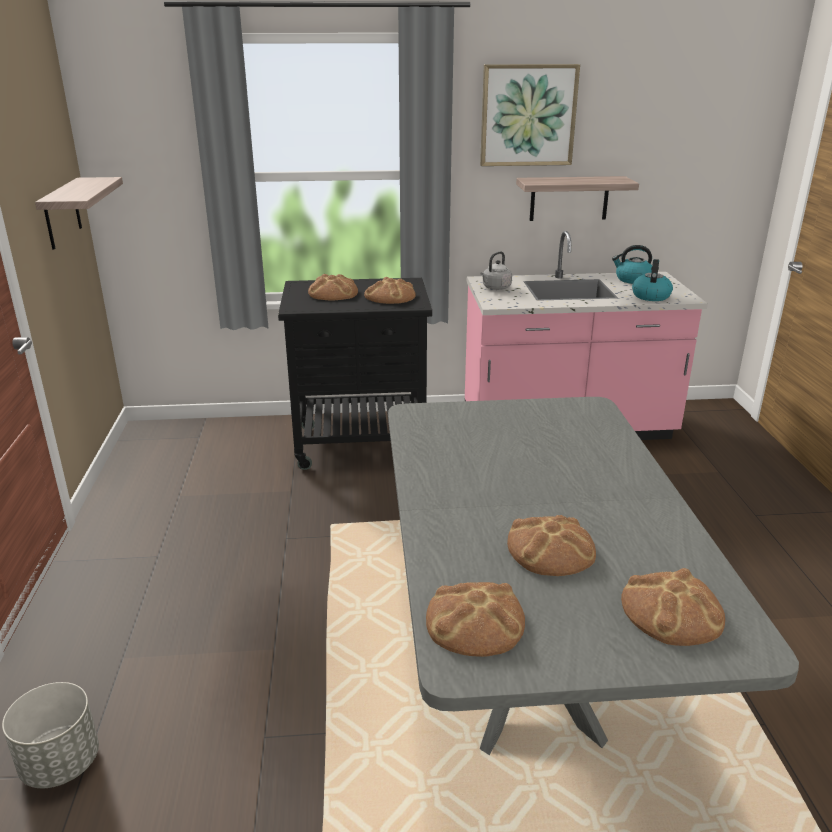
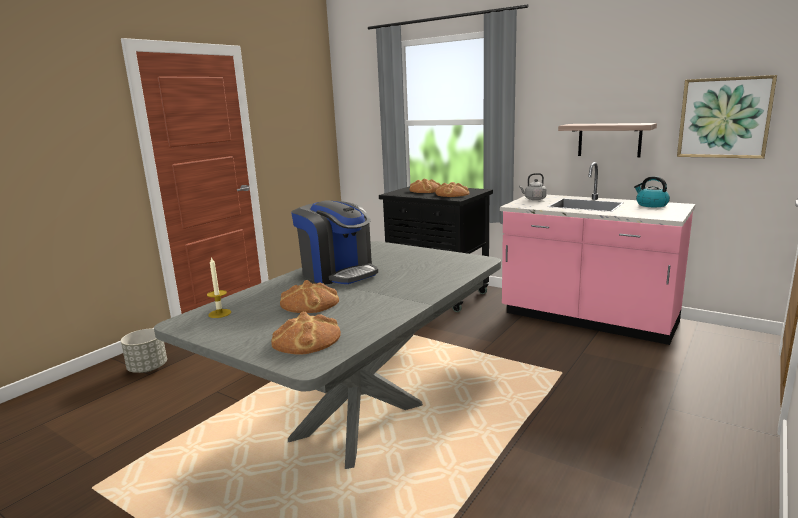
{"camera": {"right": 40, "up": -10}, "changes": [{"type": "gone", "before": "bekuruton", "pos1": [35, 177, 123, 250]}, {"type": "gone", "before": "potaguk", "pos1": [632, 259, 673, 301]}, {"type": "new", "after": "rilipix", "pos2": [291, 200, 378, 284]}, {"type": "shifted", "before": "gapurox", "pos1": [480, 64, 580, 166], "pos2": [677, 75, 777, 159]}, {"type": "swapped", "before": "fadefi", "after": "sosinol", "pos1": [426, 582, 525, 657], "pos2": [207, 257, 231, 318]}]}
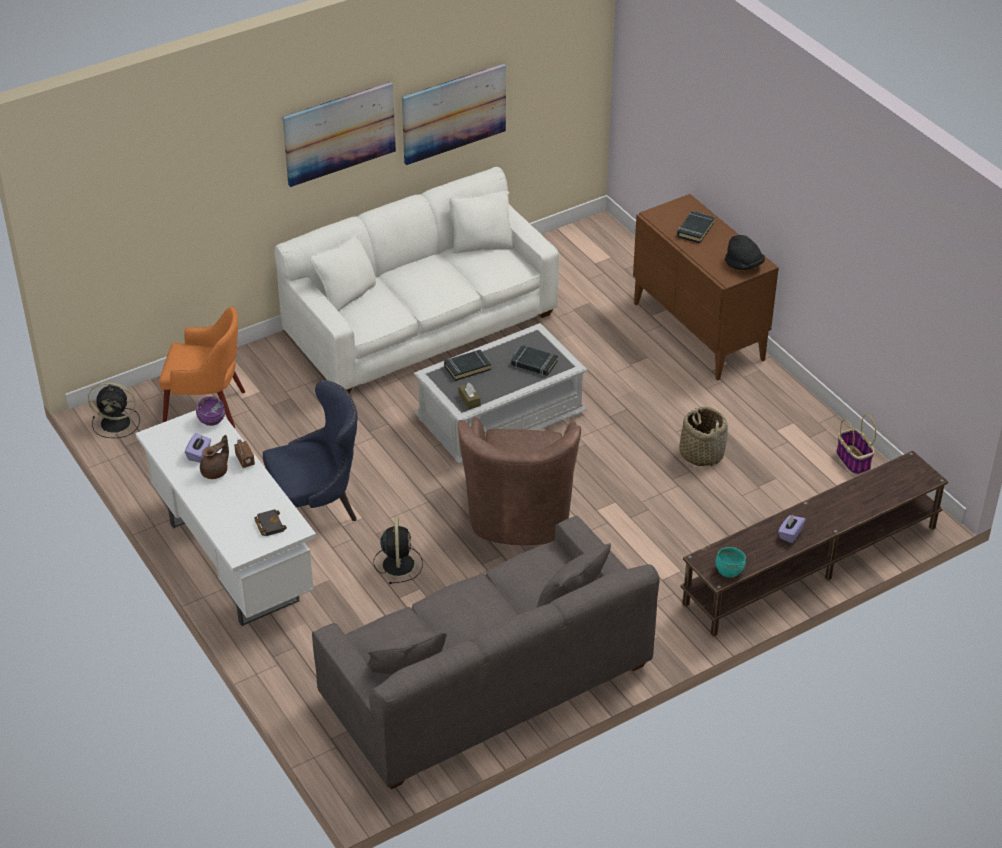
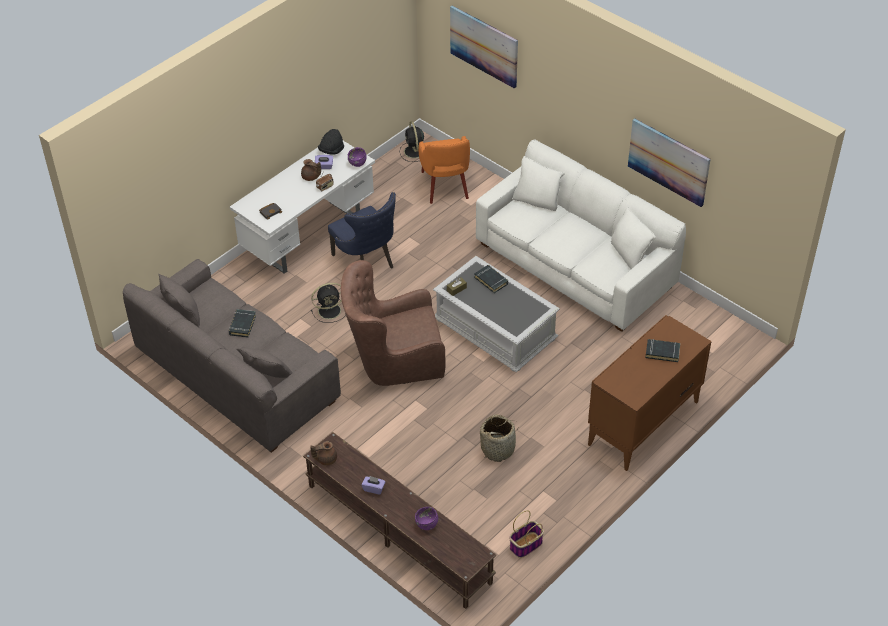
{"camera": {"right": 75, "up": 5}, "changes": [{"type": "new", "after": "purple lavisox", "pos2": [415, 507, 438, 530]}, {"type": "shifted", "before": "gapurox", "pos1": [282, 82, 396, 187], "pos2": [450, 5, 518, 89]}, {"type": "shifted", "before": "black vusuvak", "pos1": [511, 345, 558, 376], "pos2": [229, 309, 256, 337]}, {"type": "shifted", "before": "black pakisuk", "pos1": [725, 235, 765, 270], "pos2": [318, 129, 344, 155]}, {"type": "swapped", "before": "turquoise lavisox", "after": "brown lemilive", "pos1": [715, 547, 746, 578], "pos2": [310, 441, 337, 466]}]}
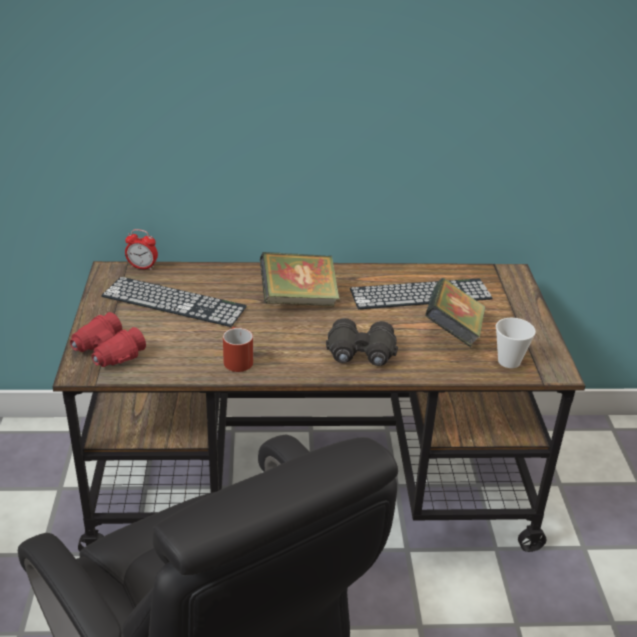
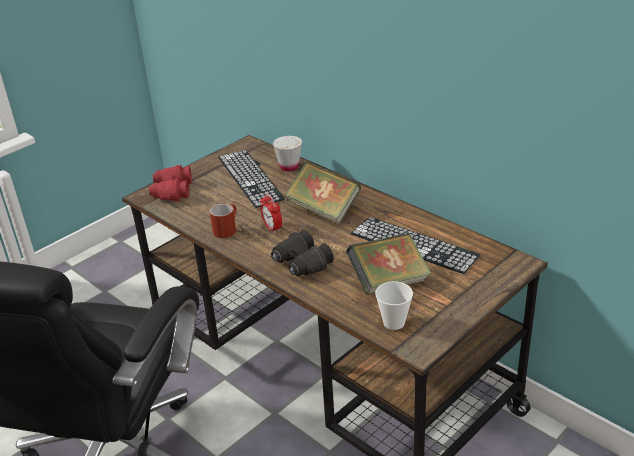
{"camera": {"right": 50, "up": 0}, "changes": [{"type": "new", "after": "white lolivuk", "pos2": [273, 136, 302, 172]}, {"type": "shifted", "before": "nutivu", "pos1": [125, 229, 158, 270], "pos2": [260, 193, 282, 233]}]}
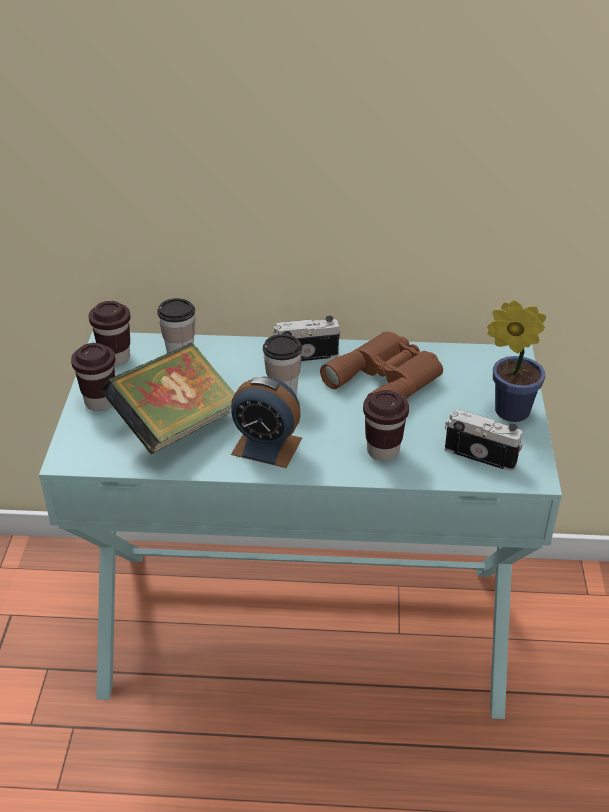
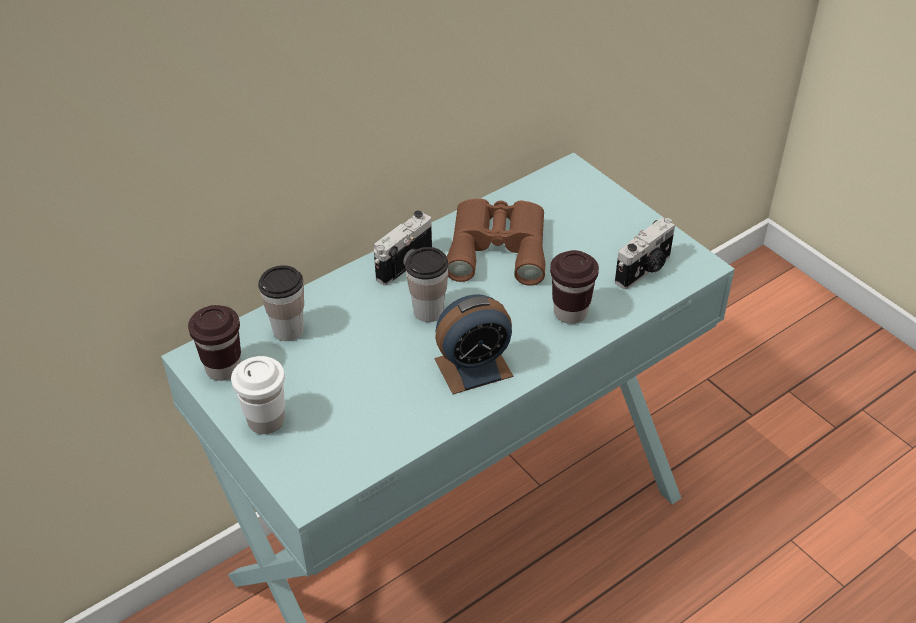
{"camera": {"right": -40, "up": 5}, "changes": [{"type": "gone", "before": "vusuvak", "pos1": [101, 343, 235, 454]}, {"type": "gone", "before": "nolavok", "pos1": [487, 300, 546, 422]}, {"type": "repainted", "before": "brown lolivuk", "after": "white lolivuk", "pos1": [71, 343, 115, 411], "pos2": [231, 356, 285, 434]}, {"type": "rotated", "before": "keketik", "pos1": [445, 409, 523, 471], "pos2": [615, 217, 675, 289], "turn": 150}]}
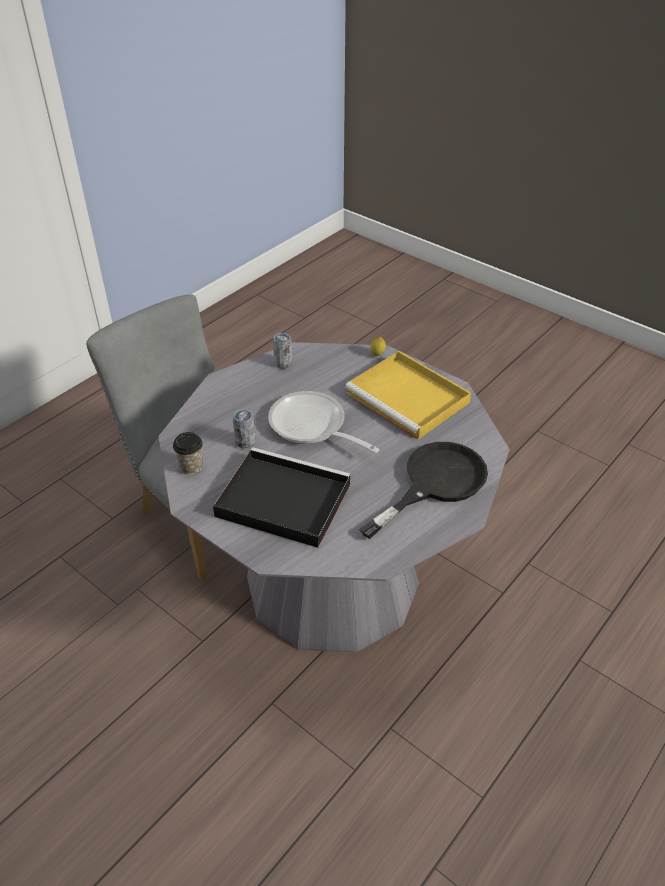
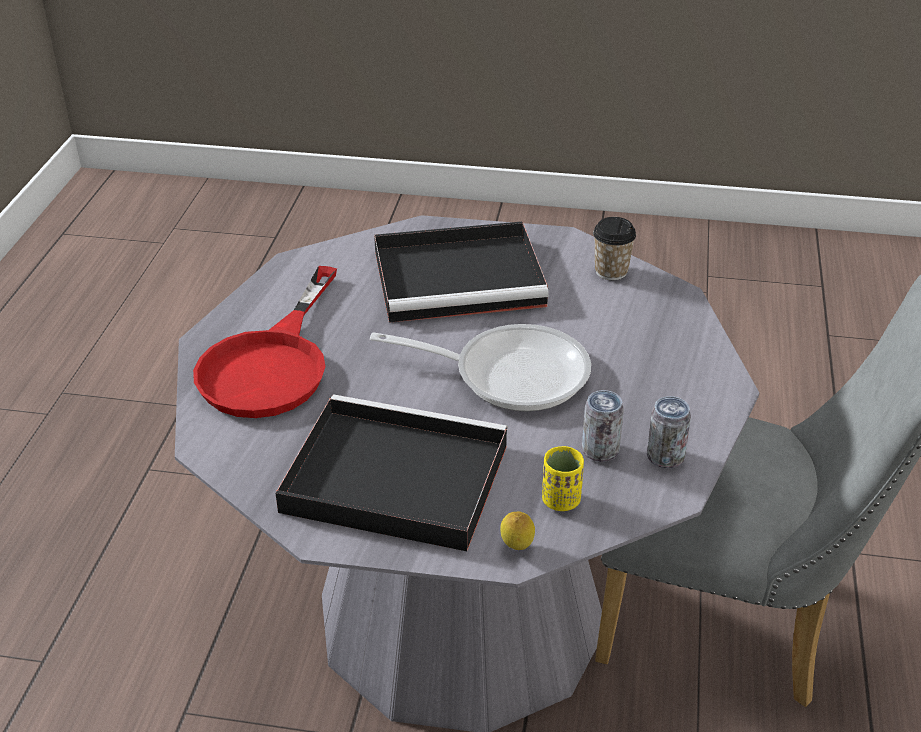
{"camera": {"right": 150, "up": -5}, "changes": [{"type": "new", "after": "yellow lolivuk", "pos2": [542, 446, 584, 511]}, {"type": "shifted", "before": "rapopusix", "pos1": [233, 409, 256, 448], "pos2": [582, 390, 624, 462]}, {"type": "repainted", "before": "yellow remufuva", "after": "black remufuva", "pos1": [345, 351, 471, 440], "pos2": [275, 394, 508, 551]}, {"type": "repainted", "before": "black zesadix", "after": "red zesadix", "pos1": [359, 442, 488, 539], "pos2": [193, 266, 337, 418]}]}
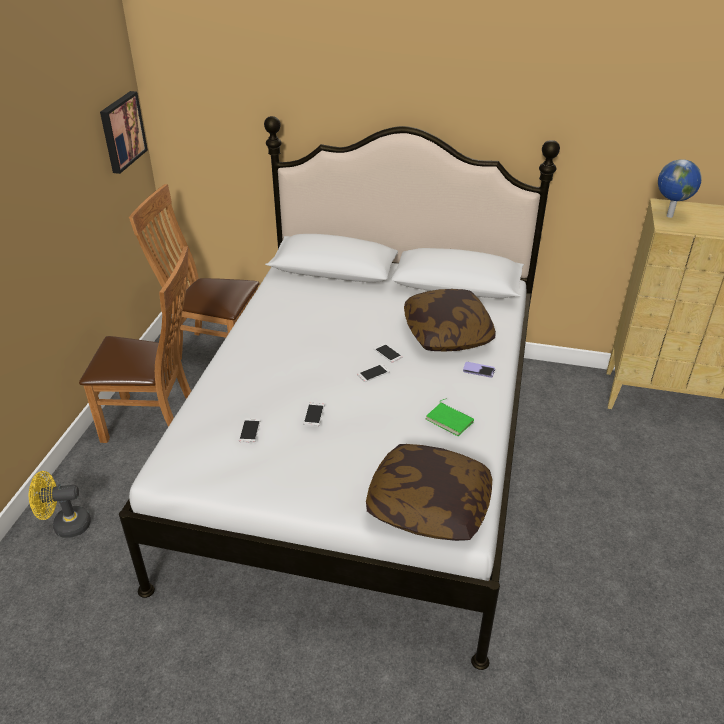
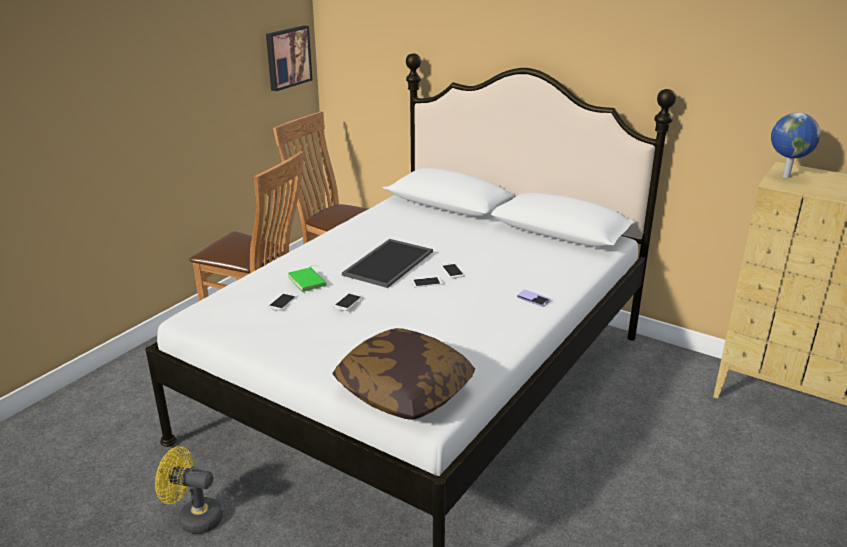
{"camera": {"right": 20, "up": -10}, "changes": [{"type": "gone", "before": "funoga", "pos1": [404, 289, 496, 351]}, {"type": "new", "after": "remufuva", "pos2": [342, 239, 433, 288]}, {"type": "shifted", "before": "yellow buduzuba", "pos1": [29, 471, 91, 538], "pos2": [155, 446, 223, 534]}, {"type": "shifted", "before": "green vusuvak", "pos1": [426, 399, 474, 436], "pos2": [288, 266, 327, 292]}]}
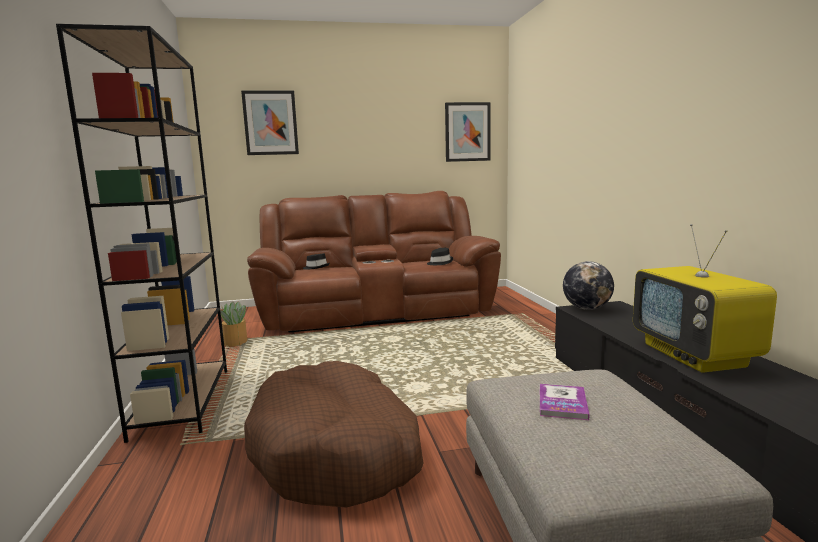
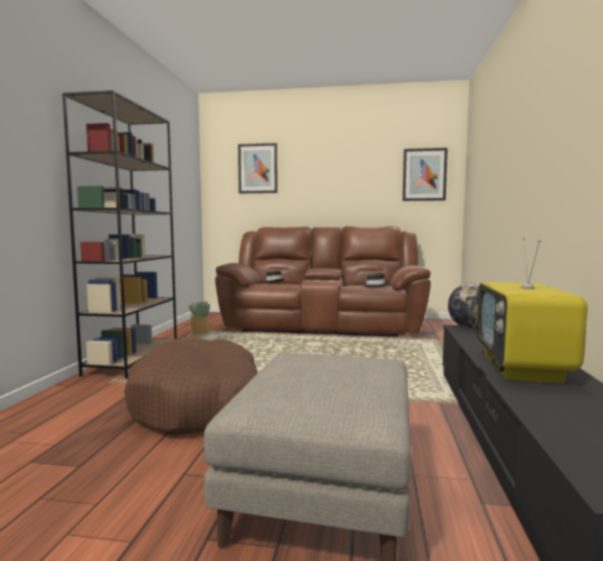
{"camera": {"right": 20, "up": -5}, "changes": [{"type": "gone", "before": "vusuvak", "pos1": [540, 384, 590, 420]}]}
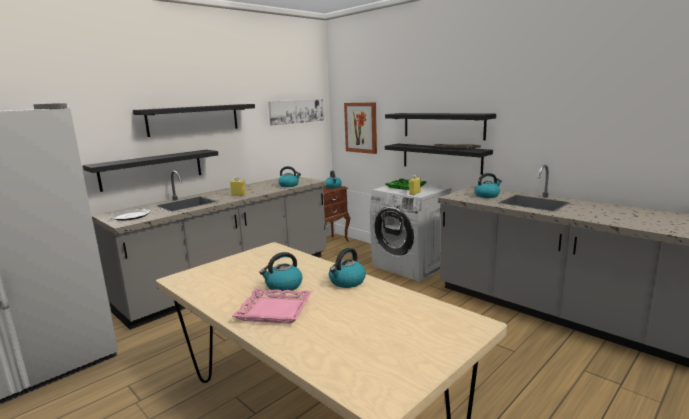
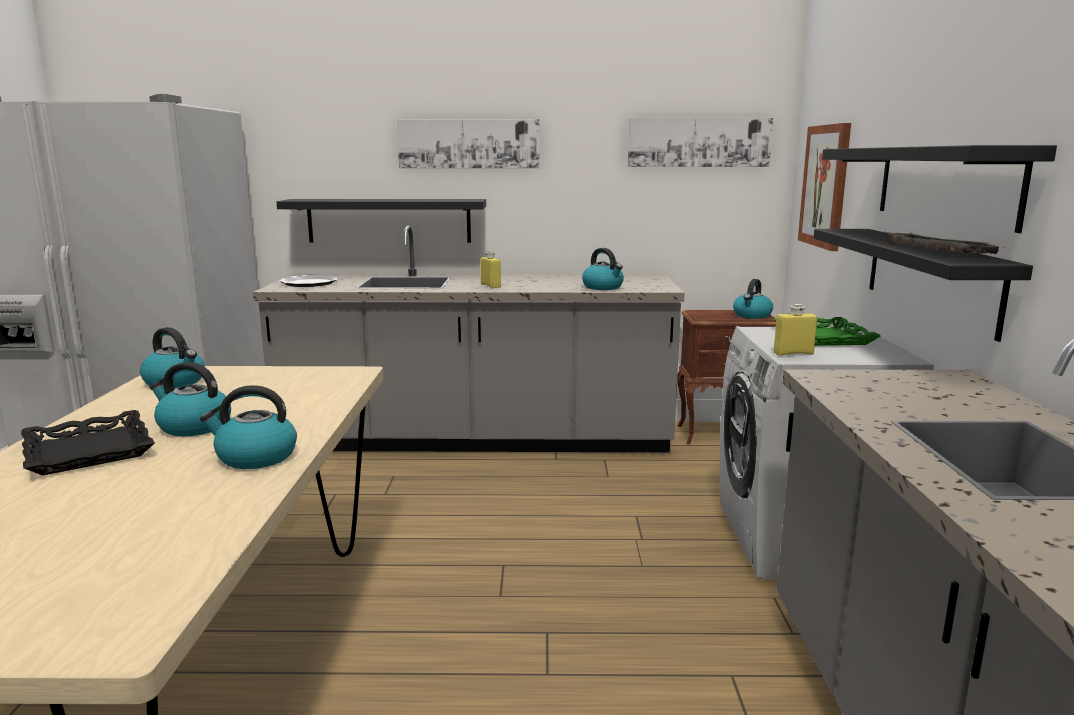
{"camera": {"right": 45, "up": 0}, "changes": [{"type": "shifted", "before": "potaguk", "pos1": [474, 173, 502, 198], "pos2": [140, 327, 205, 388]}, {"type": "swapped", "before": "black bekuruton", "after": "gapurox", "pos1": [133, 104, 255, 137], "pos2": [397, 119, 539, 168]}, {"type": "repainted", "before": "pink remufuva", "after": "black remufuva", "pos1": [232, 288, 312, 324], "pos2": [21, 410, 155, 476]}]}
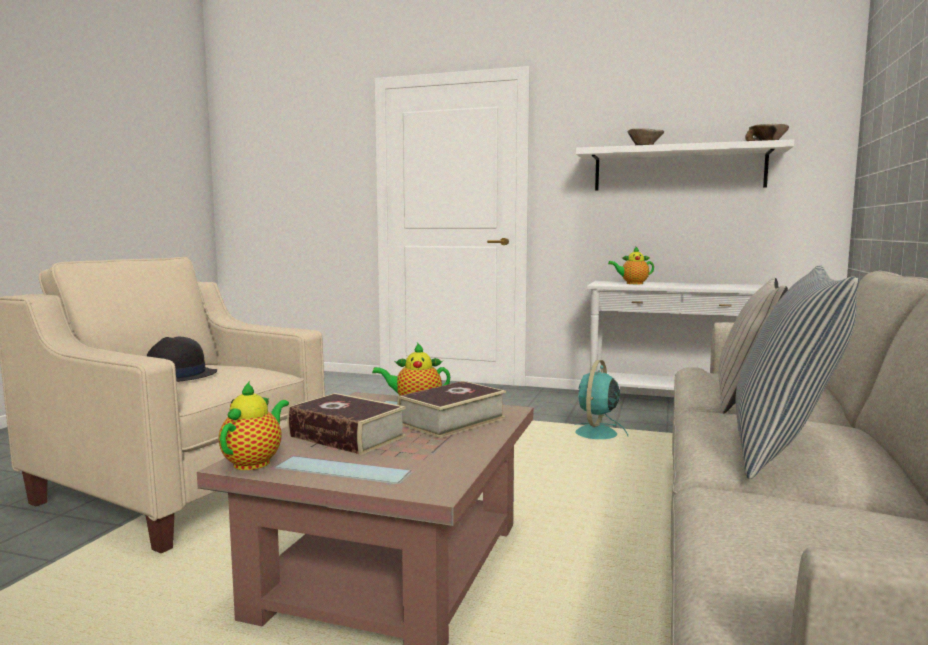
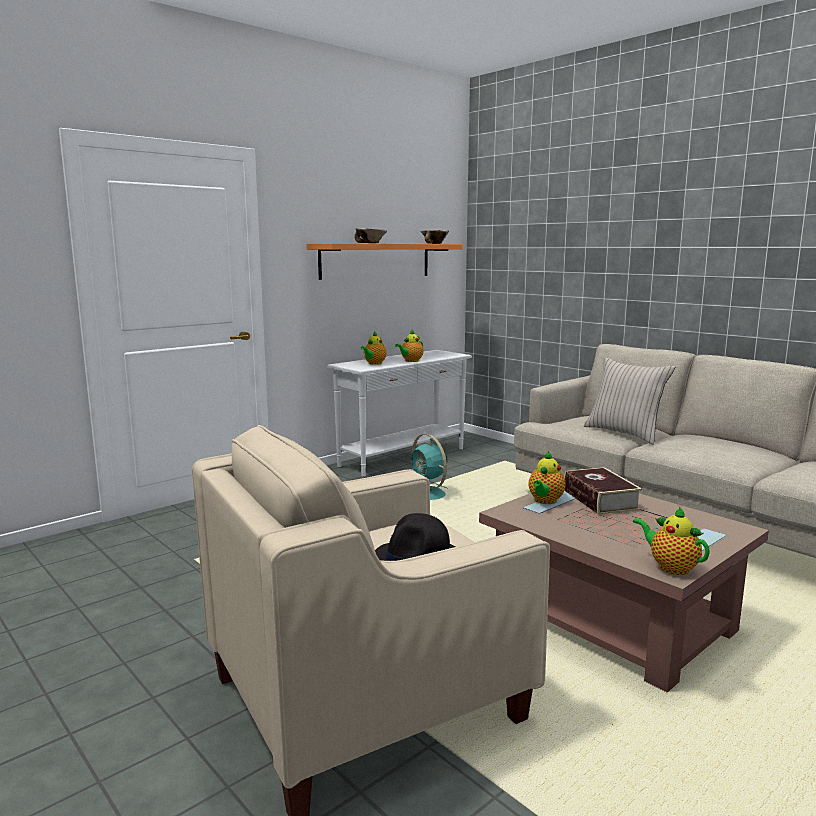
{"camera": {"right": -60, "up": 5}, "changes": [{"type": "gone", "before": "vusuvak", "pos1": [287, 393, 406, 455]}, {"type": "gone", "before": "funoga", "pos1": [736, 265, 859, 479]}, {"type": "new", "after": "lemilive", "pos2": [395, 330, 424, 362]}, {"type": "repainted", "before": "white bekuruton", "after": "orange bekuruton", "pos1": [576, 139, 794, 191], "pos2": [307, 243, 462, 280]}]}
